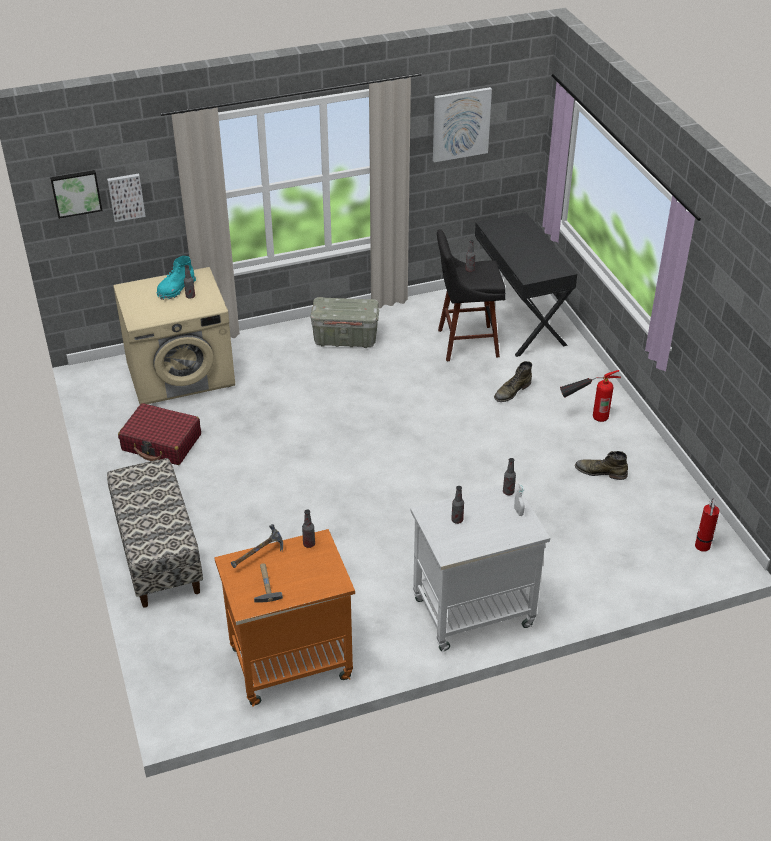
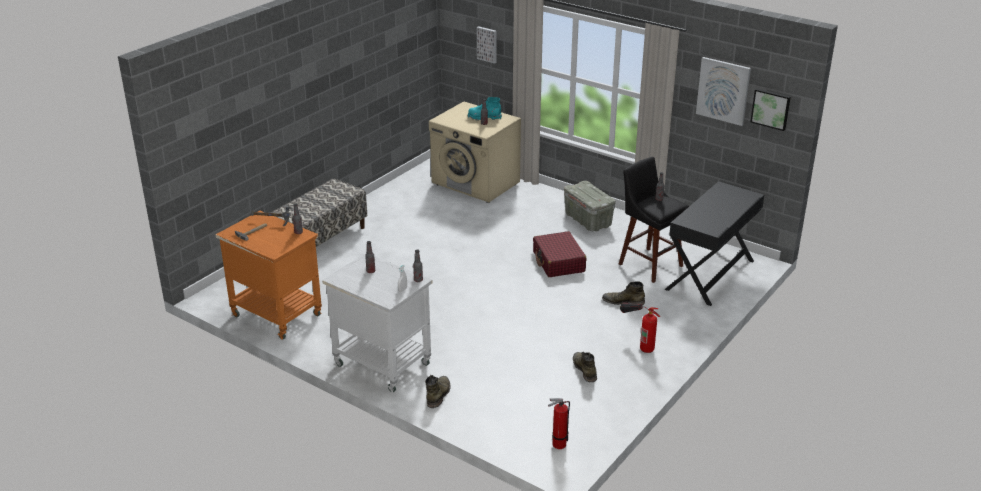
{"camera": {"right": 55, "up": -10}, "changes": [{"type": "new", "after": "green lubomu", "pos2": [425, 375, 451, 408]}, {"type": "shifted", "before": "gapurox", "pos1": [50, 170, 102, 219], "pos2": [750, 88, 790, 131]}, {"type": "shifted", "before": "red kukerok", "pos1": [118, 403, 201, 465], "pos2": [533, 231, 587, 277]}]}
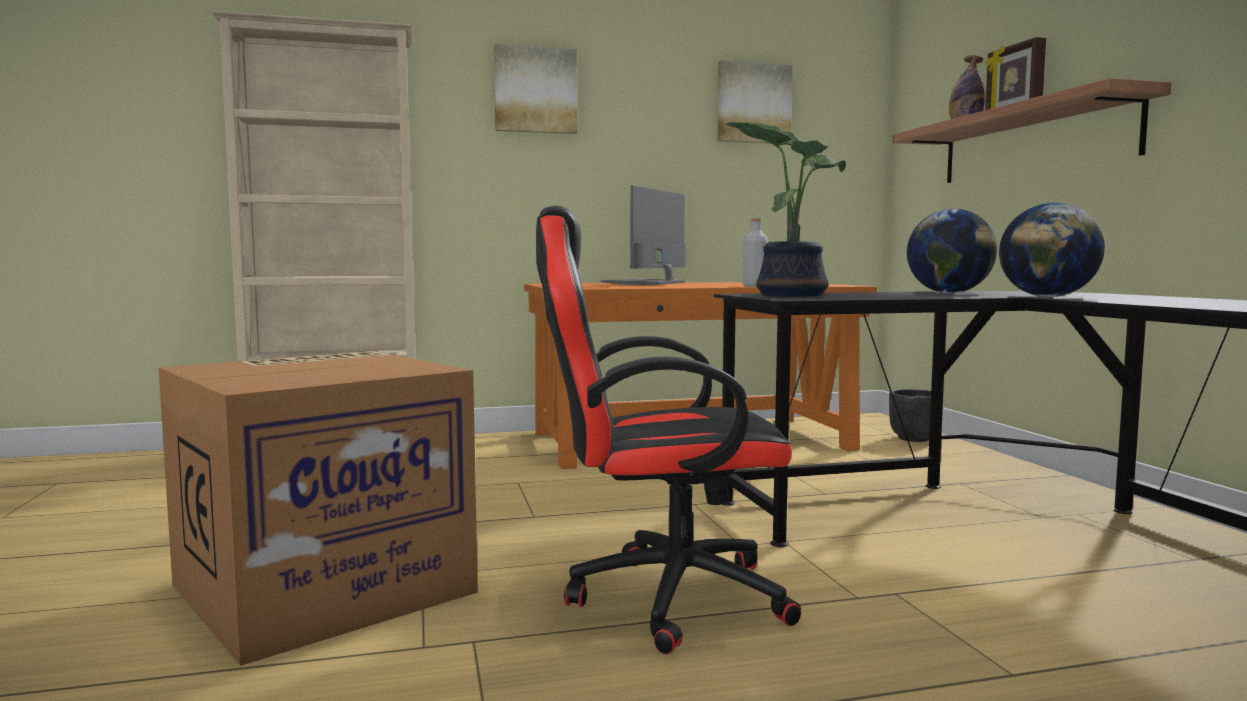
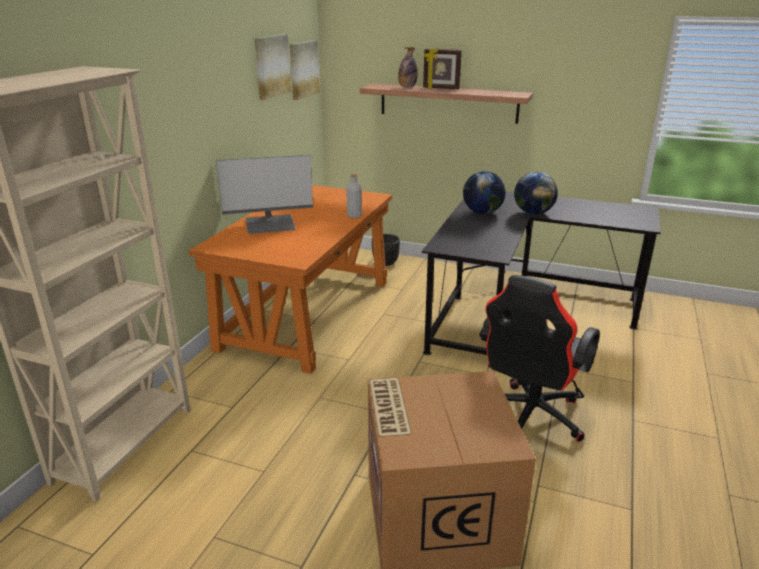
{"camera": {"right": -55, "up": 20}, "changes": [{"type": "gone", "before": "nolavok", "pos1": [726, 122, 846, 297]}, {"type": "shifted", "before": "gapurox", "pos1": [494, 44, 577, 134], "pos2": [290, 40, 320, 100]}, {"type": "rotated", "before": "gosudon", "pos1": [601, 185, 686, 285], "pos2": [216, 155, 313, 234], "turn": -75}]}
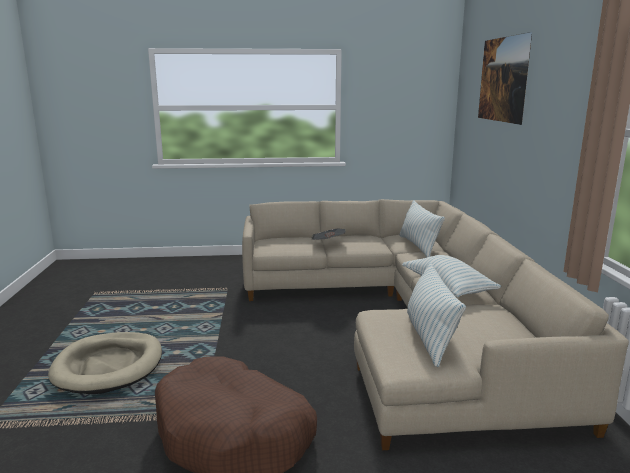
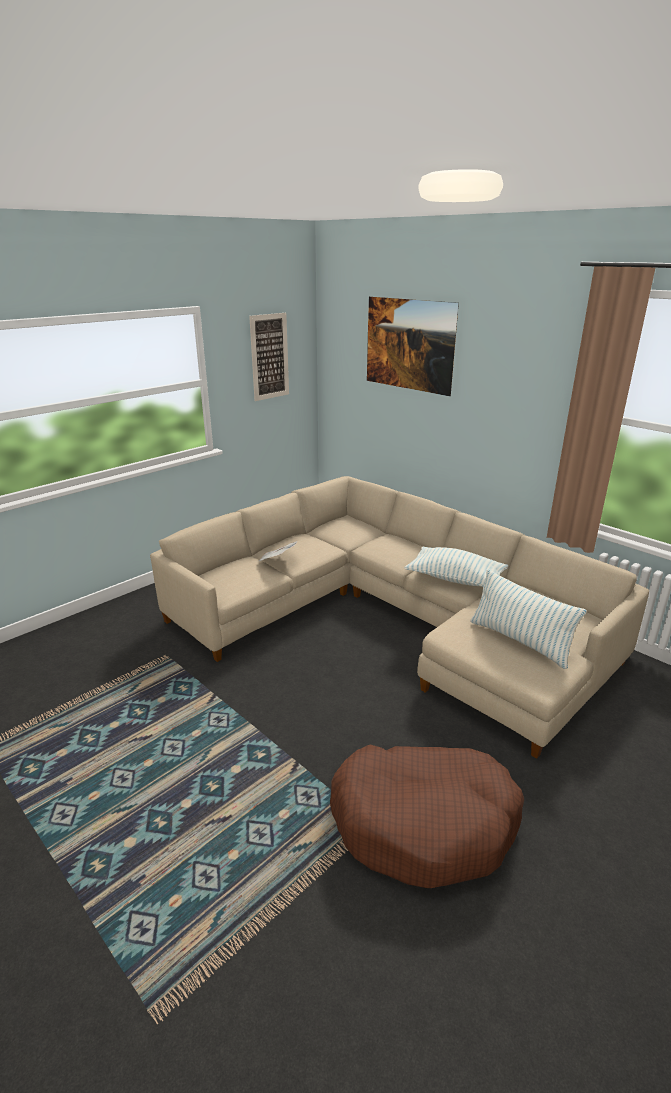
{"camera": {"right": -40, "up": 10}, "changes": [{"type": "gone", "before": "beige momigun", "pos1": [48, 332, 162, 394]}, {"type": "gone", "before": "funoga", "pos1": [399, 200, 445, 257]}, {"type": "new", "after": "gapurox", "pos2": [249, 313, 289, 401]}]}
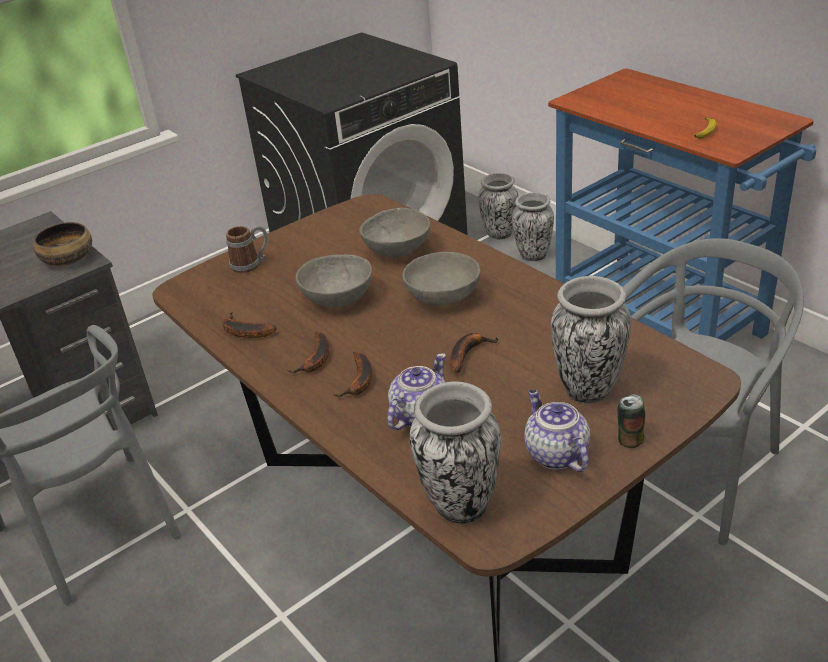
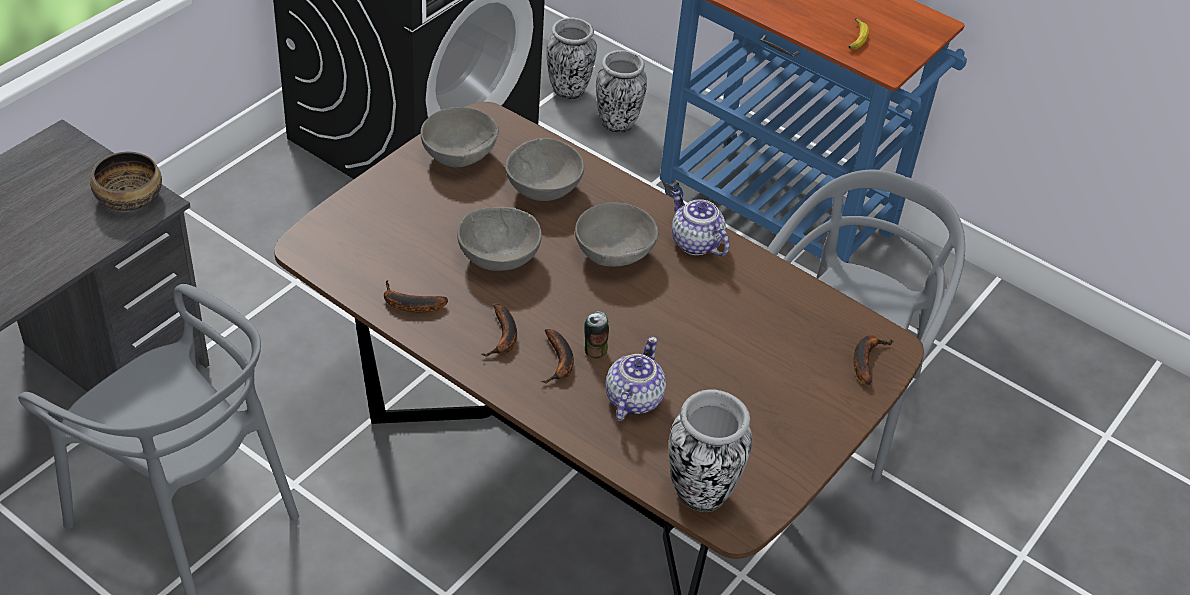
{"camera": {"right": -20, "up": 10}, "changes": [{"type": "gone", "before": "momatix", "pos1": [226, 226, 268, 273]}, {"type": "gone", "before": "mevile", "pos1": [551, 276, 631, 404]}, {"type": "new", "after": "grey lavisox", "pos2": [421, 107, 499, 168]}, {"type": "shifted", "before": "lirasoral", "pos1": [450, 333, 499, 373], "pos2": [853, 335, 894, 385]}, {"type": "shifted", "before": "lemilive", "pos1": [524, 389, 590, 472], "pos2": [672, 189, 730, 256]}, {"type": "shifted", "before": "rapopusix", "pos1": [617, 394, 645, 448], "pos2": [584, 311, 609, 359]}]}
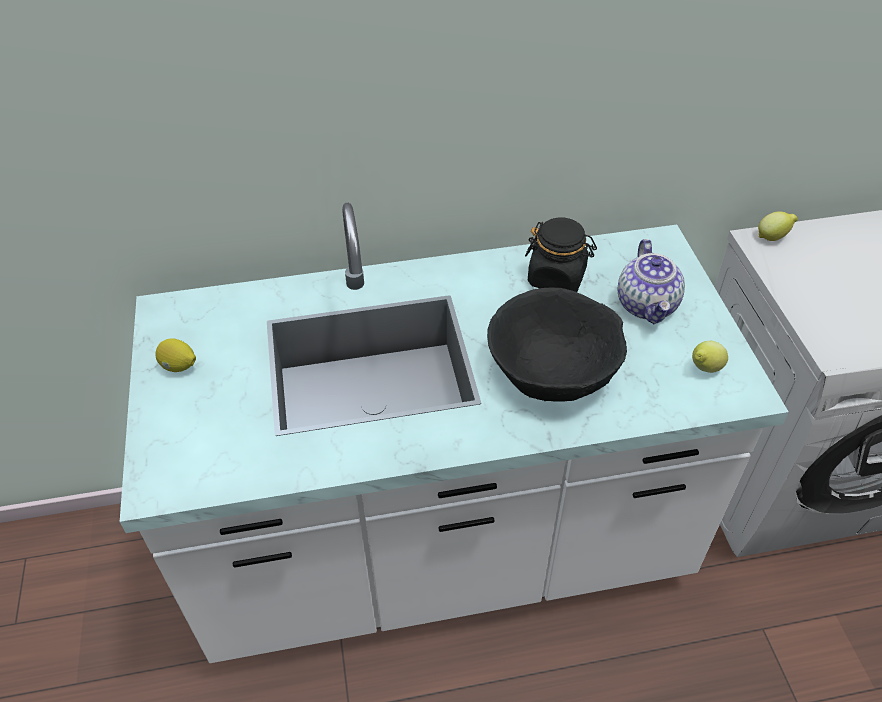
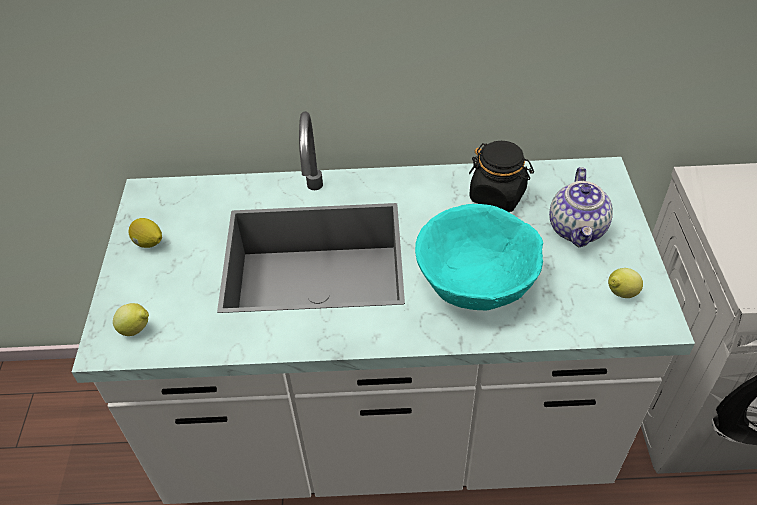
{"camera": {"right": 10, "up": 0}, "changes": [{"type": "shifted", "before": "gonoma", "pos1": [758, 211, 798, 241], "pos2": [113, 303, 149, 336]}, {"type": "repainted", "before": "black lavisox", "after": "turquoise lavisox", "pos1": [487, 288, 627, 402], "pos2": [415, 204, 543, 311]}]}
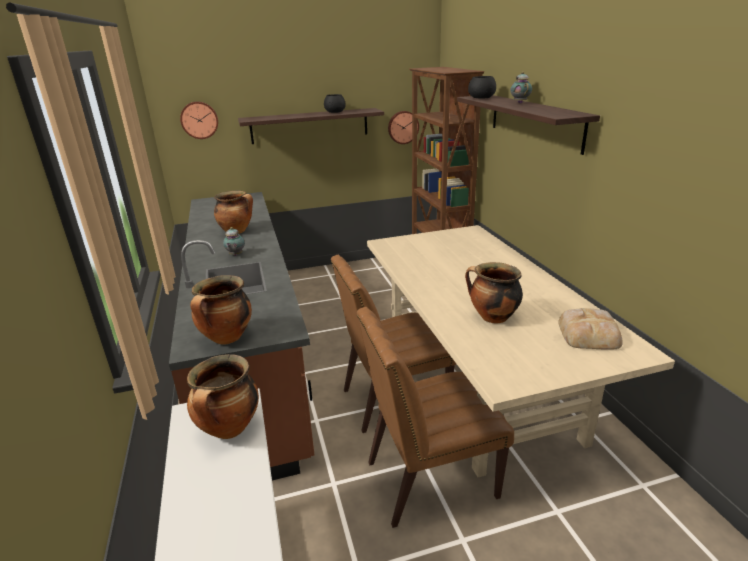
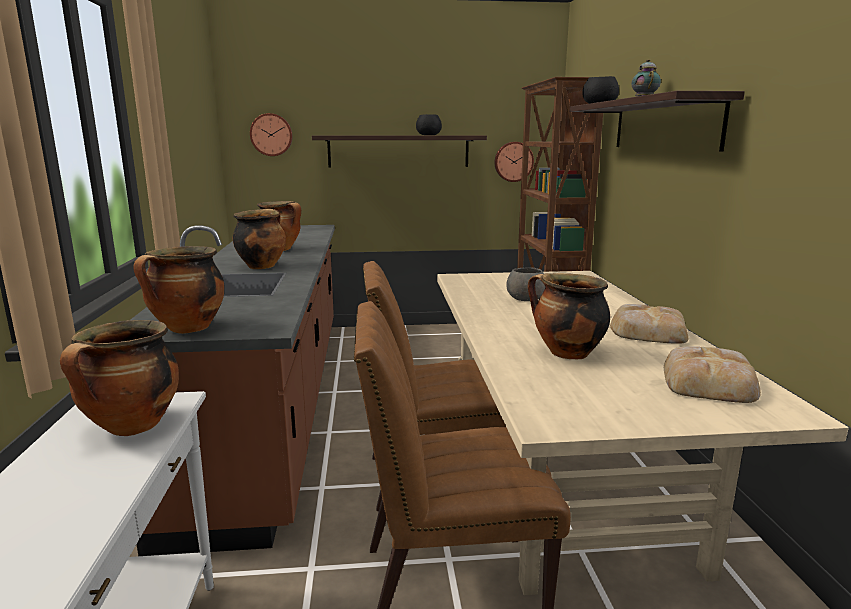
{"camera": {"right": 10, "up": -10}, "changes": [{"type": "new", "after": "grey lavisox", "pos2": [507, 267, 545, 301]}, {"type": "new", "after": "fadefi", "pos2": [610, 304, 689, 344]}, {"type": "swapped", "before": "lemilive", "after": "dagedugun", "pos1": [223, 227, 245, 256], "pos2": [233, 209, 286, 269]}]}
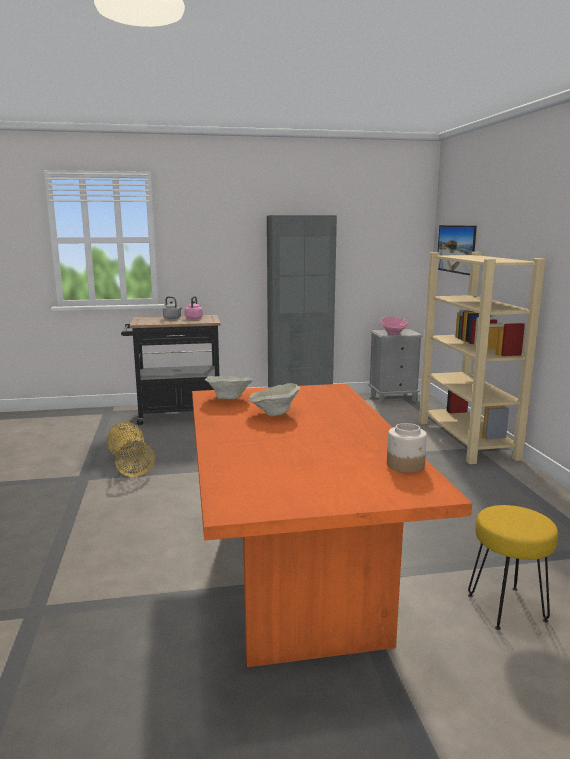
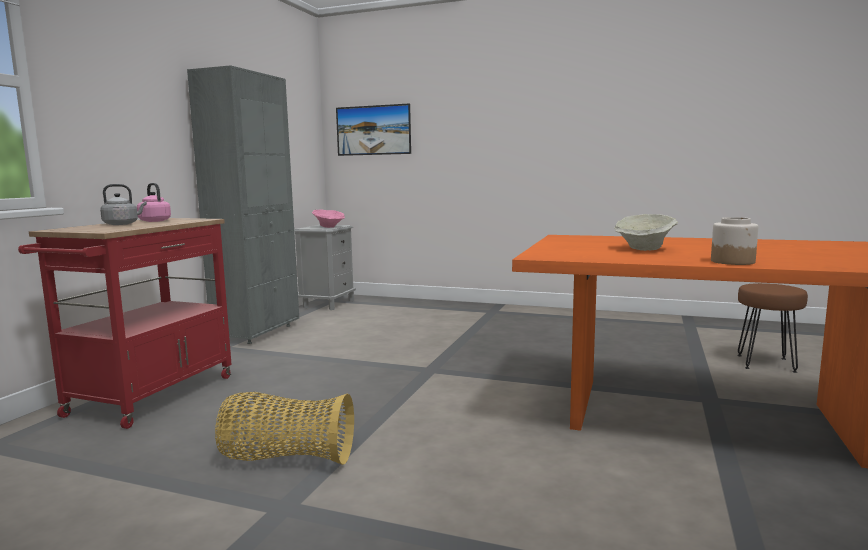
{"camera": {"right": -60, "up": -5}, "changes": [{"type": "gone", "before": "beige lavisox", "pos1": [205, 376, 253, 399]}, {"type": "gone", "before": "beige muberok", "pos1": [419, 252, 546, 464]}, {"type": "shifted", "before": "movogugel", "pos1": [387, 423, 427, 473], "pos2": [711, 217, 758, 265]}, {"type": "repainted", "before": "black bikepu", "after": "red bikepu", "pos1": [121, 315, 220, 425], "pos2": [18, 218, 232, 429]}, {"type": "repainted", "before": "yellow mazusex", "after": "brown mazusex", "pos1": [468, 505, 558, 630], "pos2": [737, 283, 808, 373]}]}
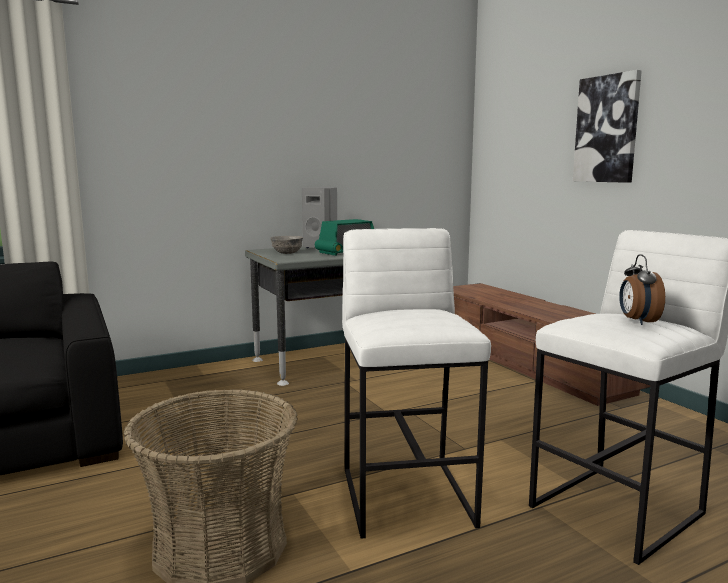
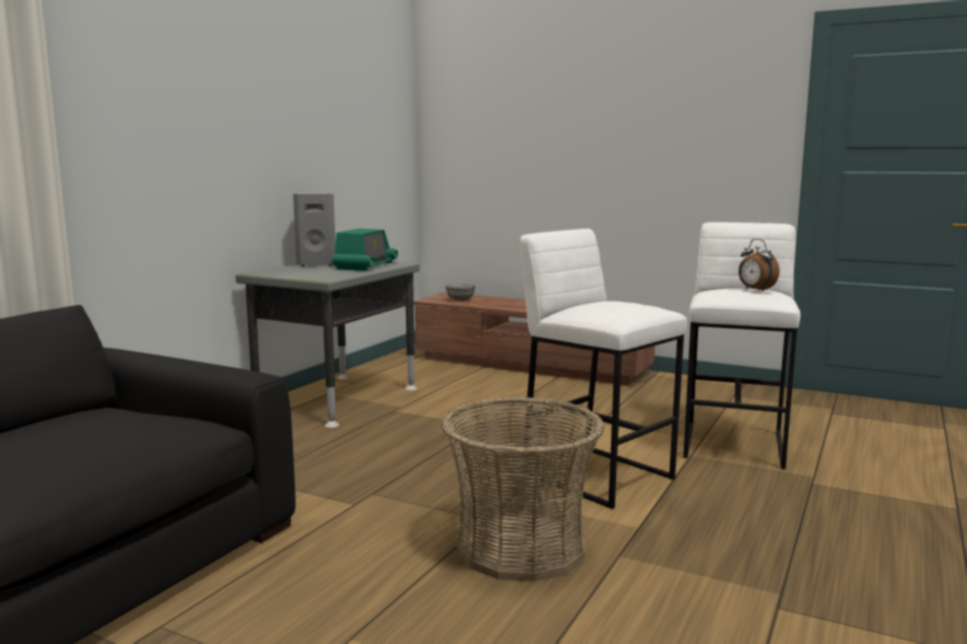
{"camera": {"right": -35, "up": 0}, "changes": [{"type": "gone", "before": "gapurox", "pos1": [573, 70, 642, 183]}, {"type": "shifted", "before": "grey lavisox", "pos1": [270, 236, 303, 254], "pos2": [445, 283, 475, 301]}]}
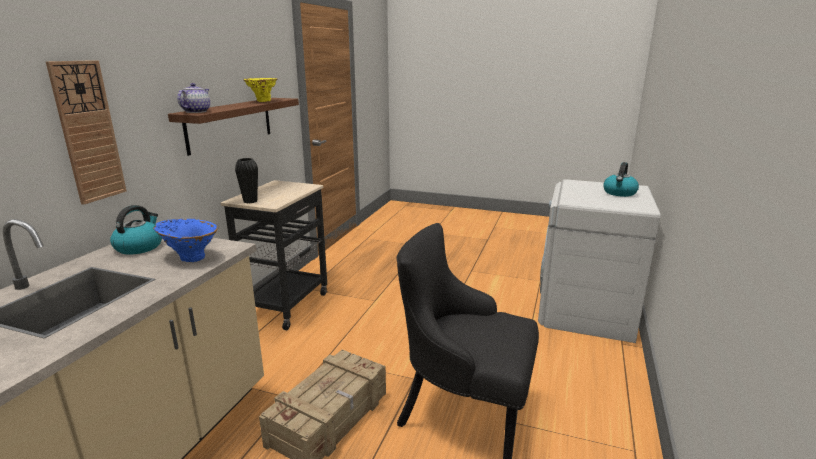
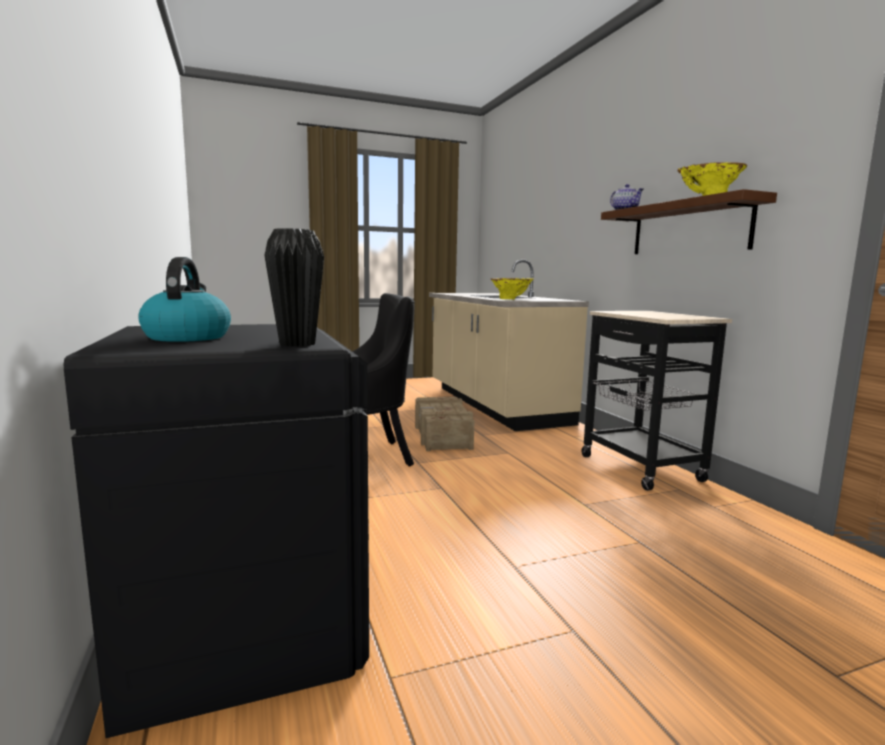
{"camera": {"right": 140, "up": -10}, "changes": [{"type": "gone", "before": "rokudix", "pos1": [46, 60, 127, 204]}, {"type": "gone", "before": "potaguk", "pos1": [110, 205, 162, 255]}, {"type": "shifted", "before": "black mevile", "pos1": [235, 158, 258, 204], "pos2": [264, 228, 324, 347]}, {"type": "repainted", "before": "blue mevile", "after": "yellow mevile", "pos1": [153, 218, 218, 262], "pos2": [490, 278, 534, 300]}, {"type": "repainted", "before": "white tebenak", "after": "black tebenak", "pos1": [538, 179, 660, 343], "pos2": [64, 324, 369, 738]}]}
